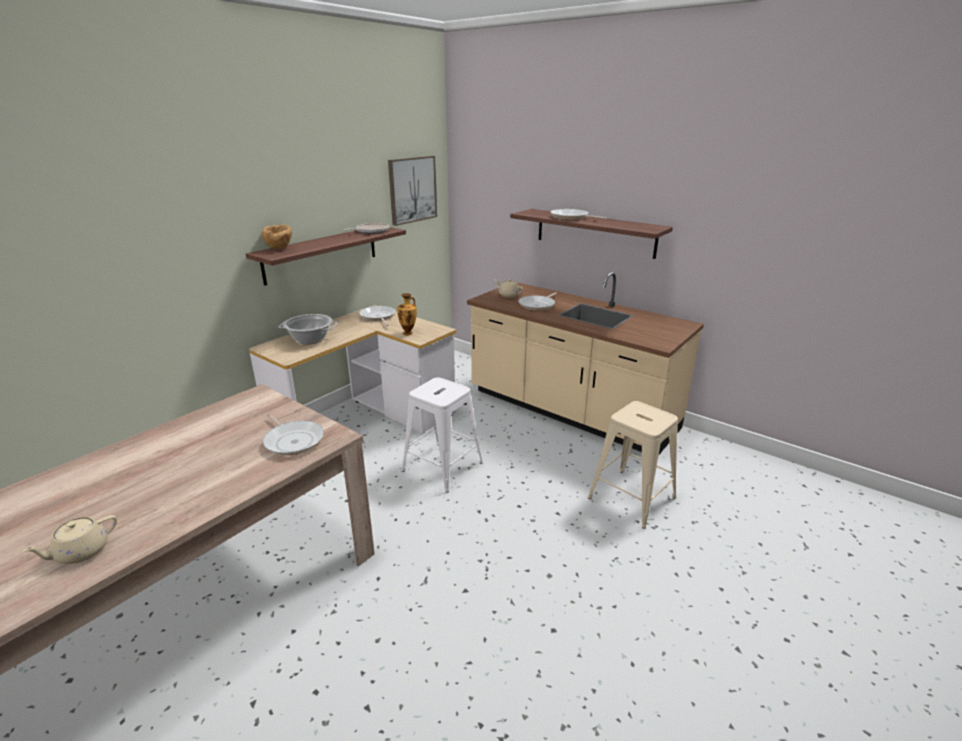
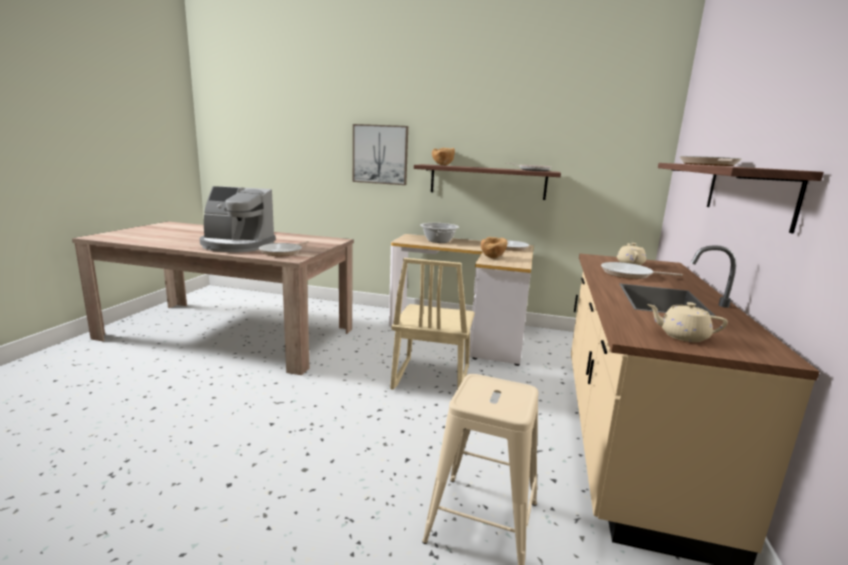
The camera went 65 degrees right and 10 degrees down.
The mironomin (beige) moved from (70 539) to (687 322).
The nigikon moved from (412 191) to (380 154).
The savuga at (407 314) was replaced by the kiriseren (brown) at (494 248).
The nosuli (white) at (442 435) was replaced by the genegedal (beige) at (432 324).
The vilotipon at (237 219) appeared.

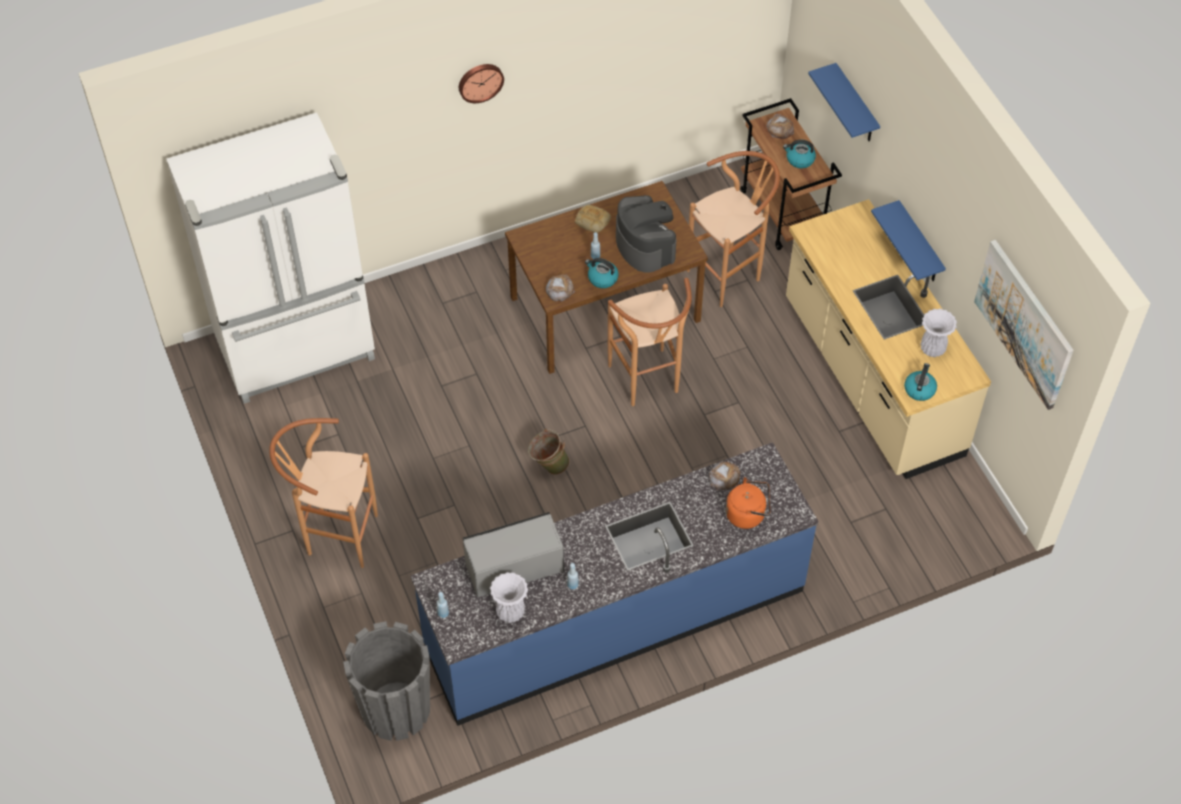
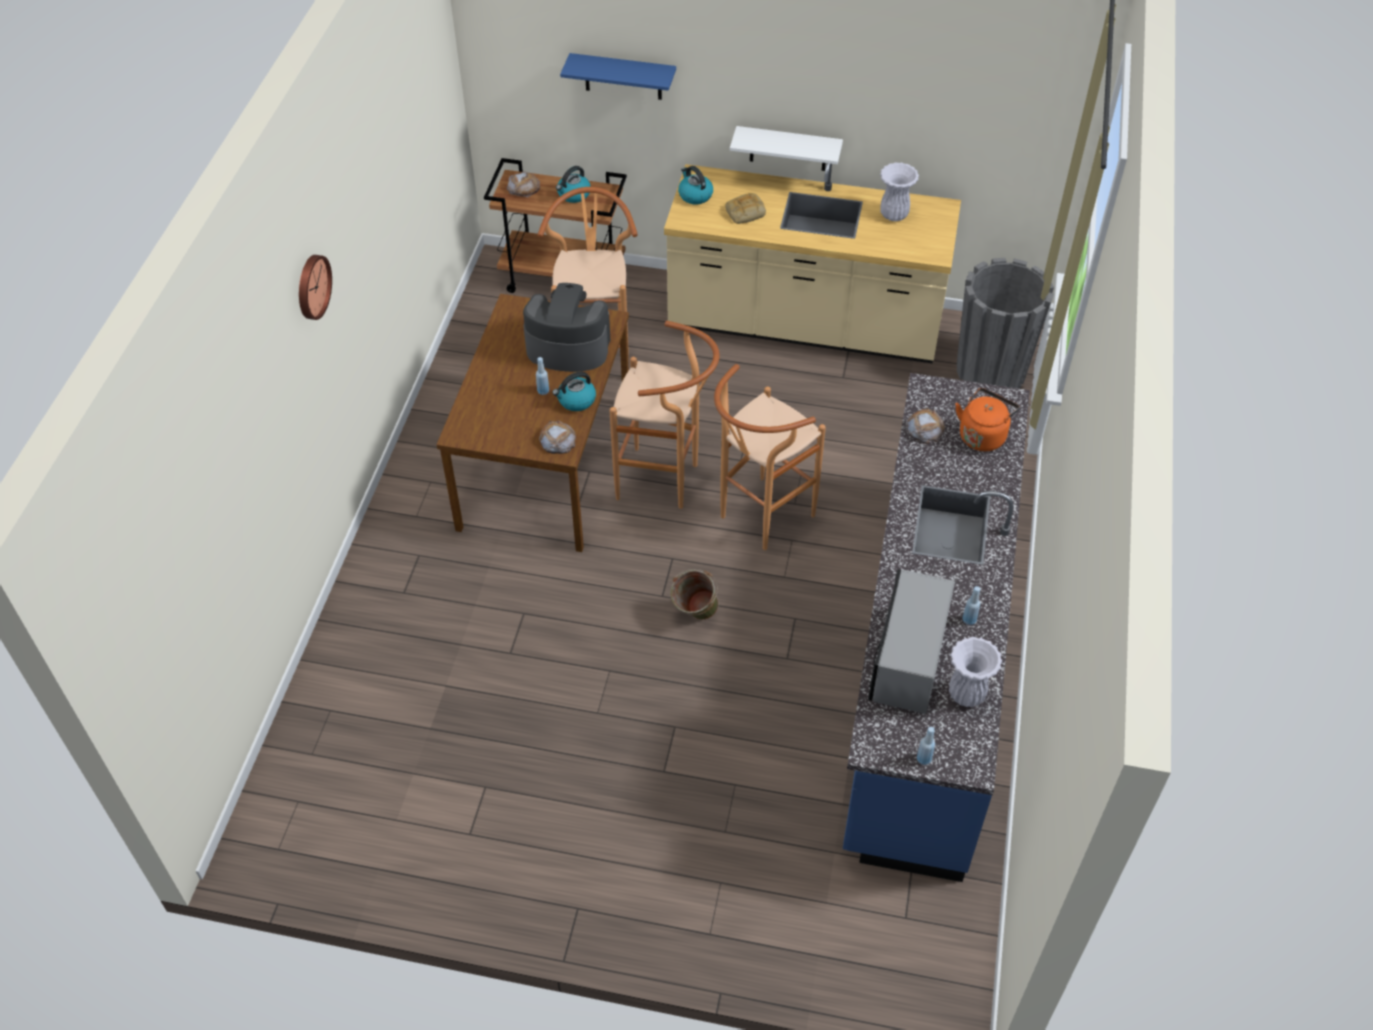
The camera went 55 degrees left and 5 degrees down.
The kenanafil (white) at (270 258) disappeared.
The nosuli (brown) moved from (323 493) to (770 457).
The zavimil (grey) moved from (386 681) to (1005 323).
The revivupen moved from (593 219) to (745 208).
The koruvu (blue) at (908 240) became the koruvu (white) at (786 148).
The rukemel moved from (920 382) to (695 185).
The nigikon at (1024 325) disappeared.

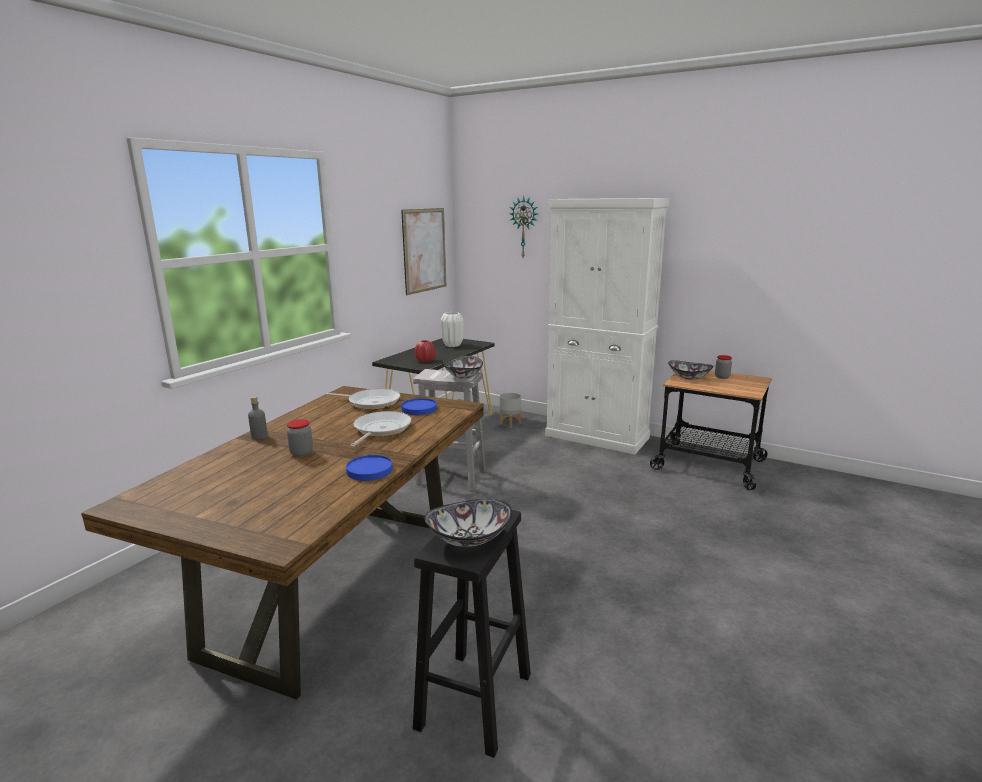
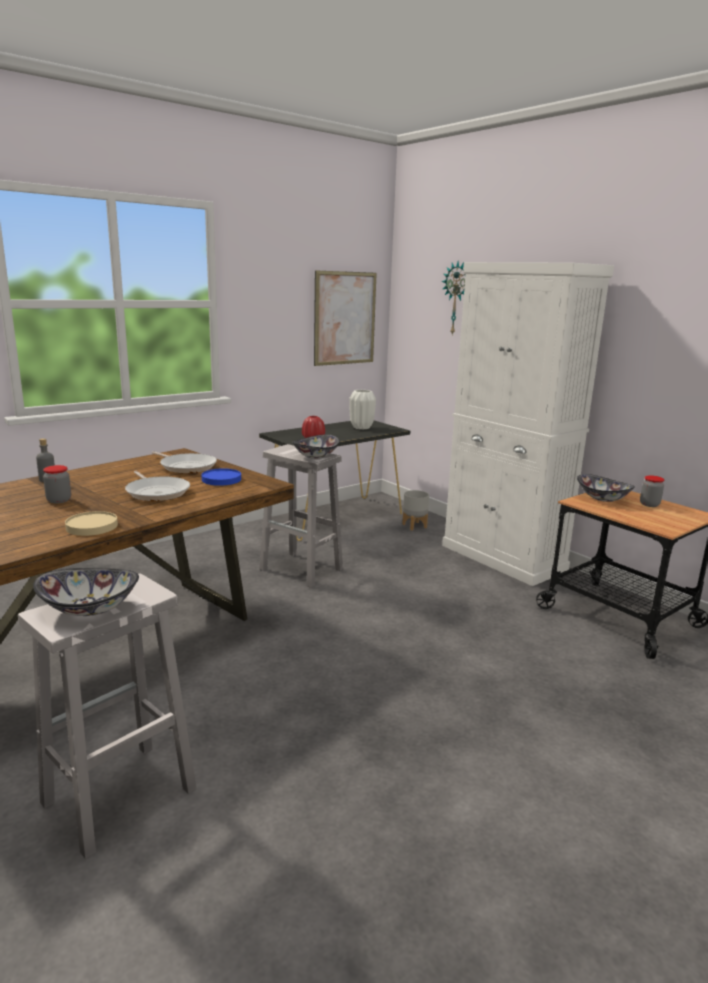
The camera went 20 degrees right and 0 degrees up.
The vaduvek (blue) at (369 468) became the vaduvek (beige) at (91 523).
The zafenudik at (380 429) turned 105 degrees clockwise.
The nosuli (black) at (472 634) became the nosuli (white) at (107 716).

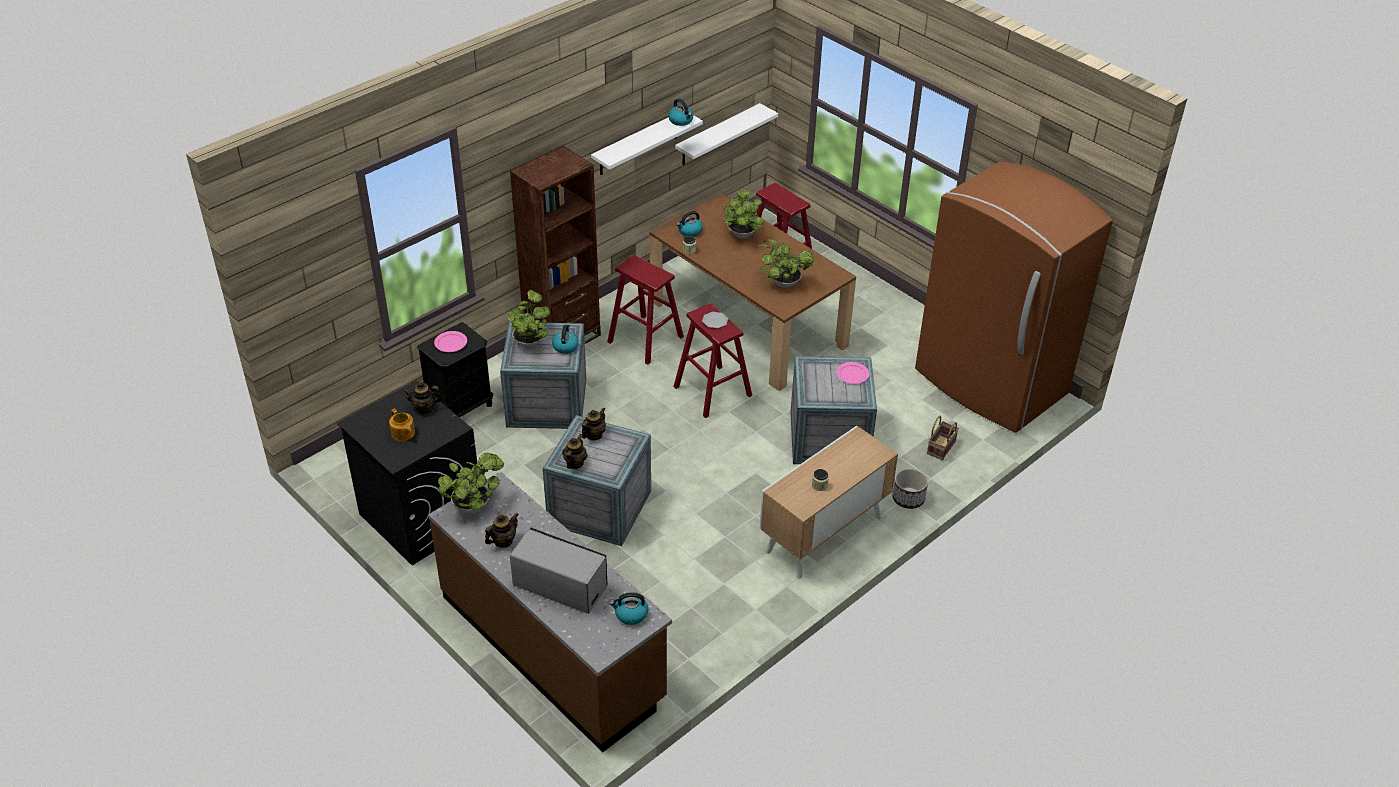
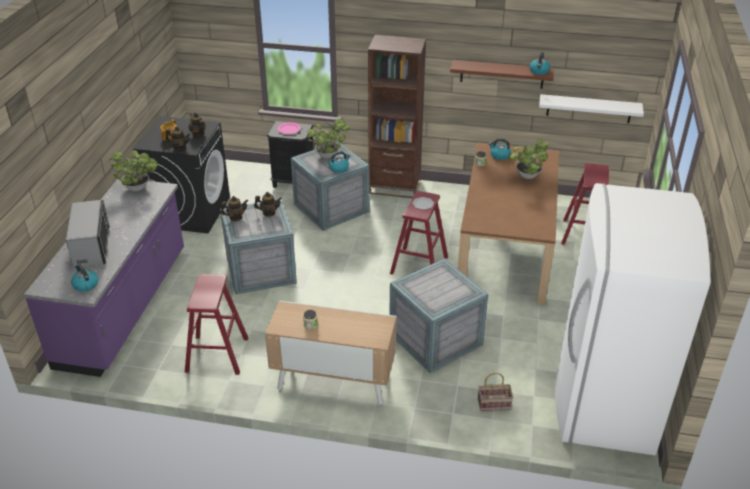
The camera went 55 degrees right and 5 degrees down.
The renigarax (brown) at (550 611) became the renigarax (purple) at (104 278).
The mironomin moved from (502 530) to (178 138).
The koruvu (white) at (647 145) became the koruvu (brown) at (502 74).
The nosuli (red) moved from (645 309) to (216 324).
The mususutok at (785 263) disappeared.
The vaduvek (pink) at (852 373) disappeared.
The zavimil at (910 488) disappeared.
The kenanafil (brown) at (1014 297) became the kenanafil (white) at (633 319).

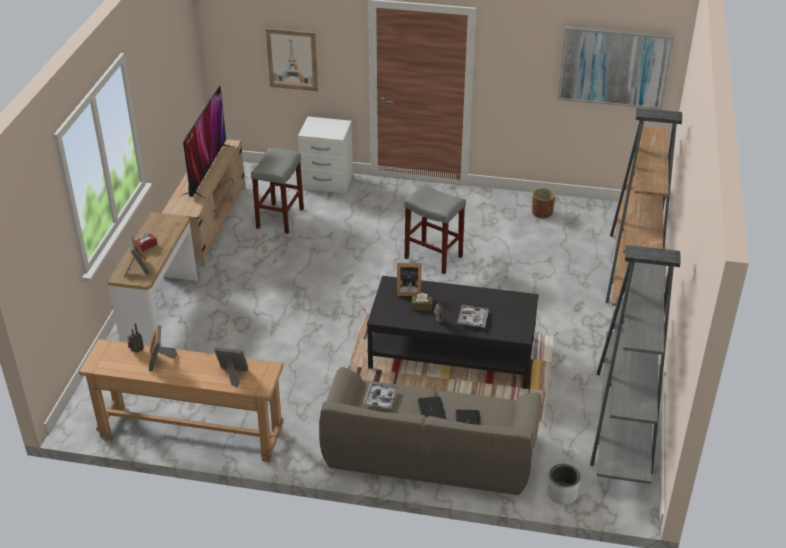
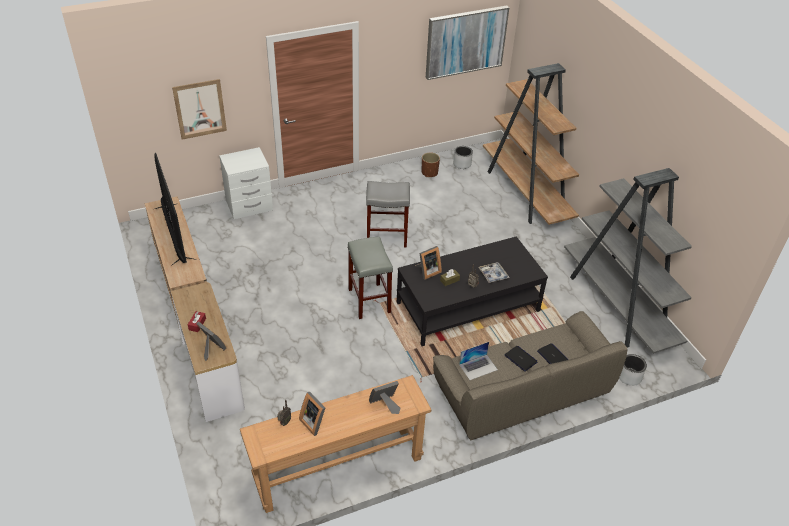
The camera went 35 degrees left and 5 degrees up.
The nosuli (grey) moved from (277 191) to (370 278).
The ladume at (381 395) was replaced by the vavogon at (478 361).
The zavimil (grey) at (463 157) appeared.

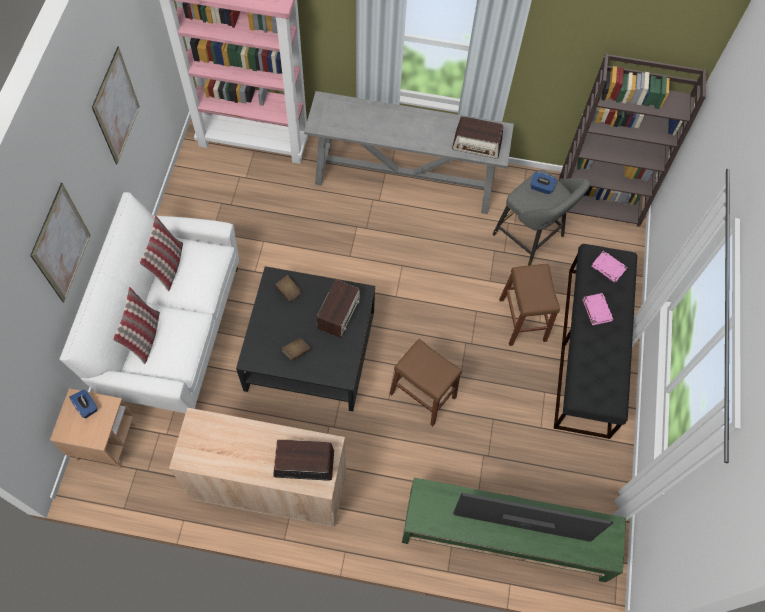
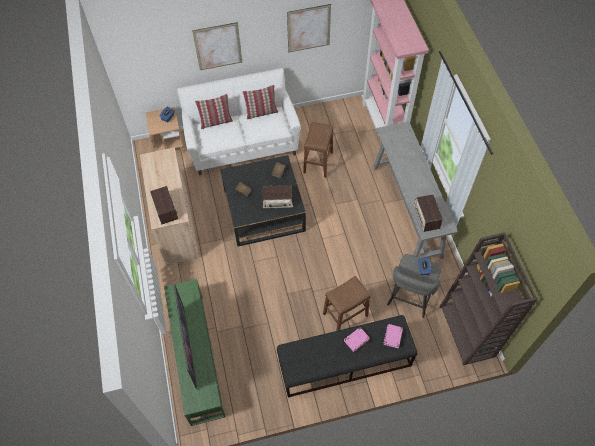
The camera went 70 degrees right and 5 degrees down.
The nosuli (brown) moved from (426 382) to (318 149).

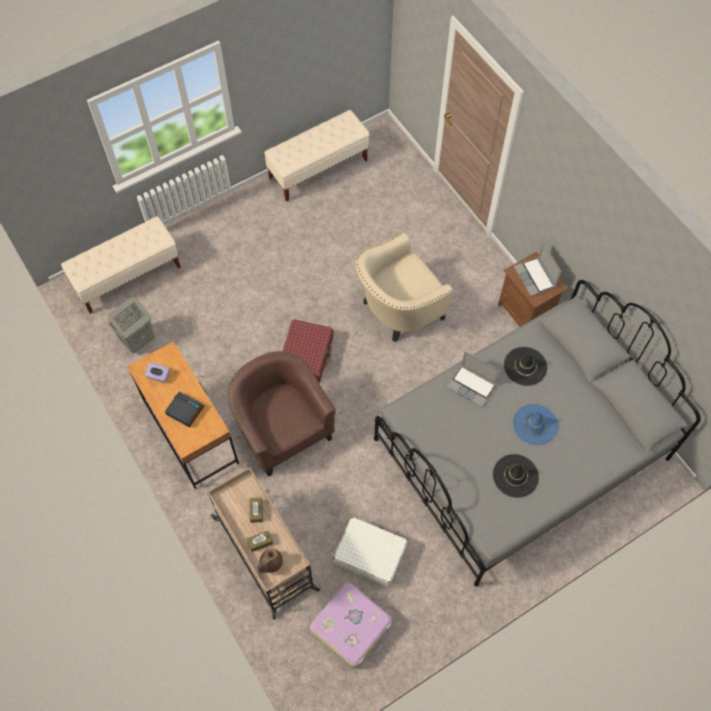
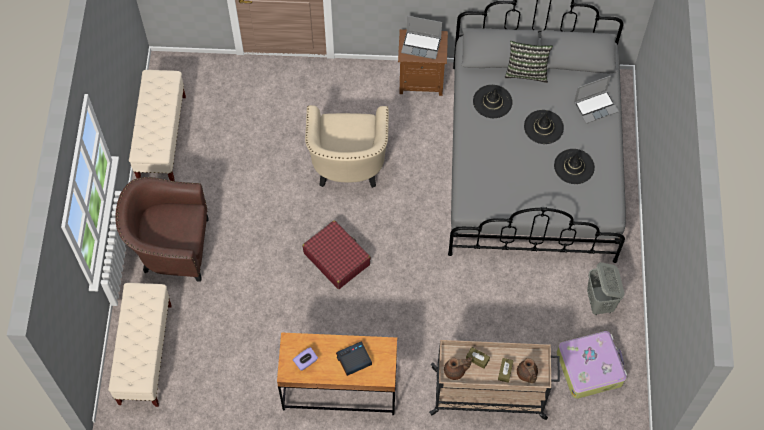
The camera went 55 degrees left and 0 degrees up.
The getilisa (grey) moved from (131 325) to (606 288).
The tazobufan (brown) moved from (281 414) to (162 229).
The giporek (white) at (370 552) disappeared.
The vavogon moved from (474 379) to (596 100).
The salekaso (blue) at (535 424) became the salekaso (black) at (544 127).
The mironomin (brown) at (458 368) appeared.
The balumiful at (529 62) appeared.

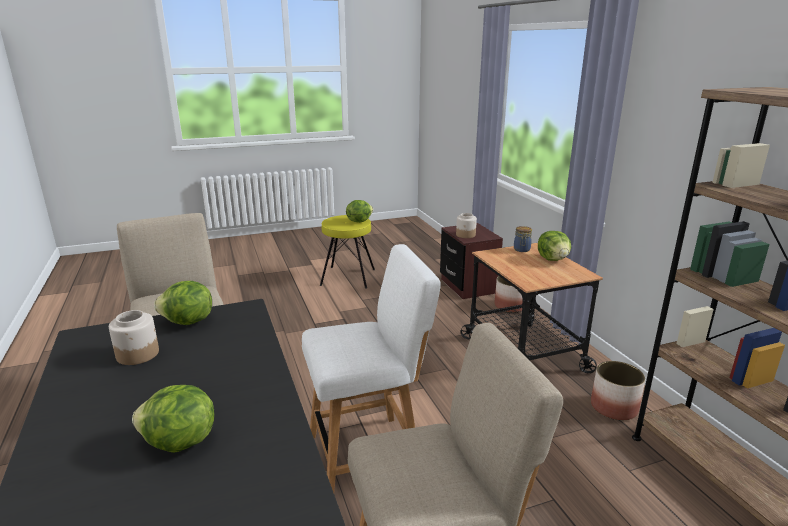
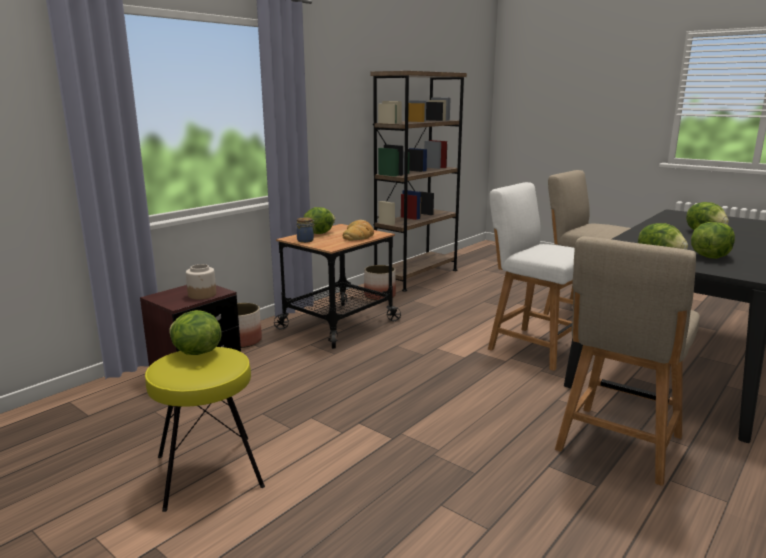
The camera went 120 degrees left and 5 degrees down.
The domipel at (134 337) was replaced by the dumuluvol at (713 240).
The revivupen at (358 230) appeared.

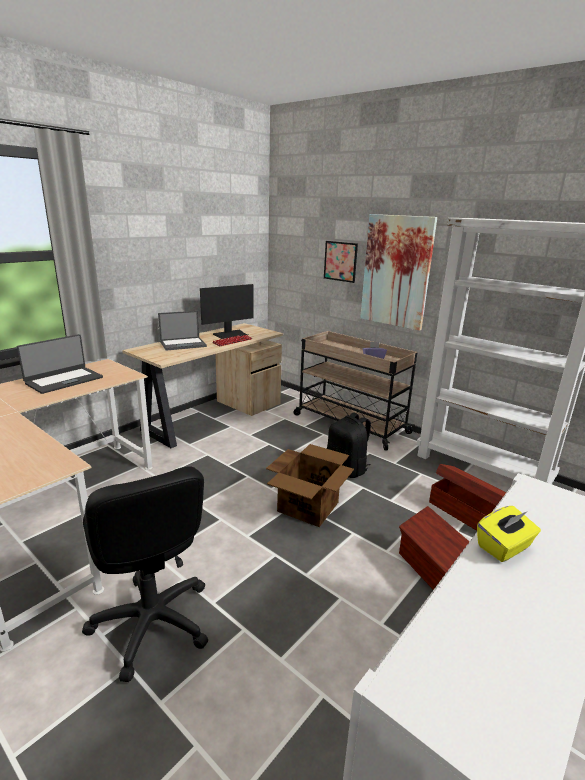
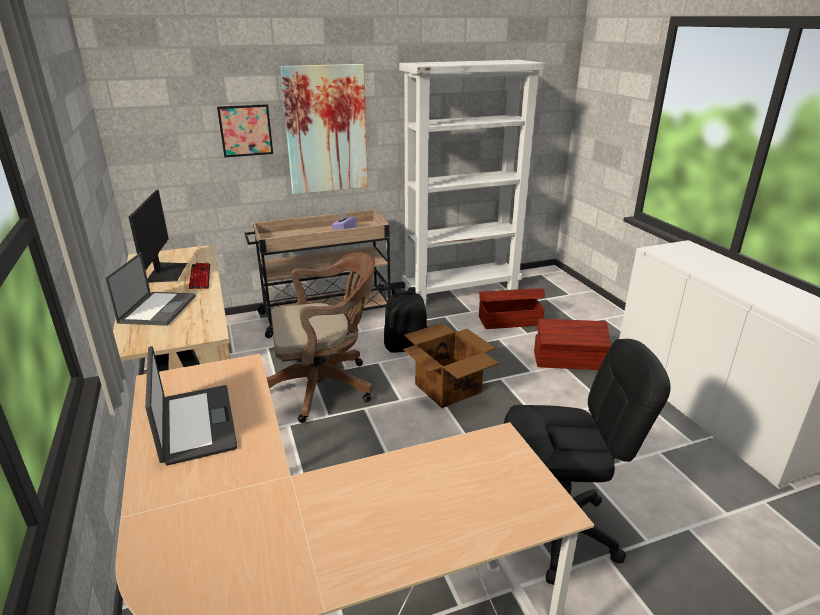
The camera went 60 degrees left and 5 degrees up.
The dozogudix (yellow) at (509 534) disappeared.
The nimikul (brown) at (320 337) appeared.

